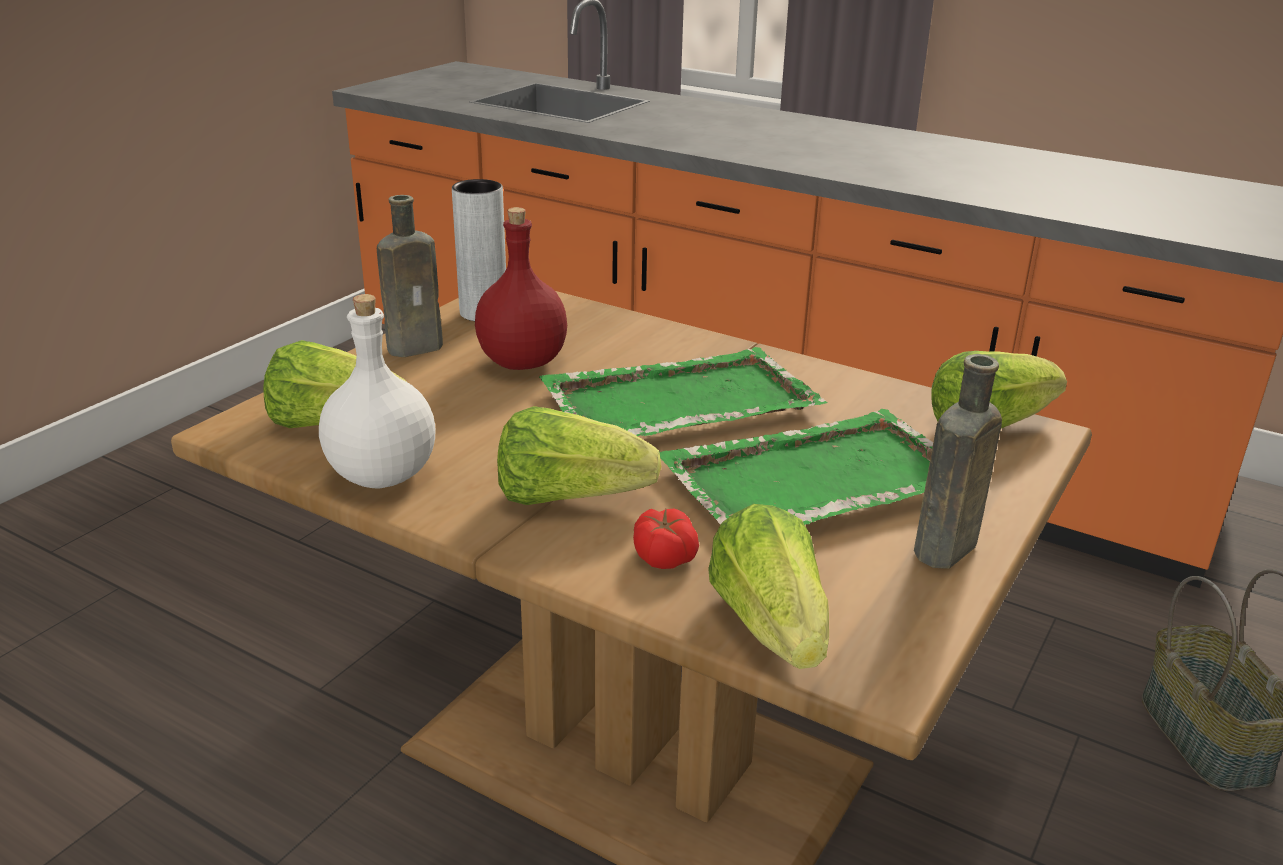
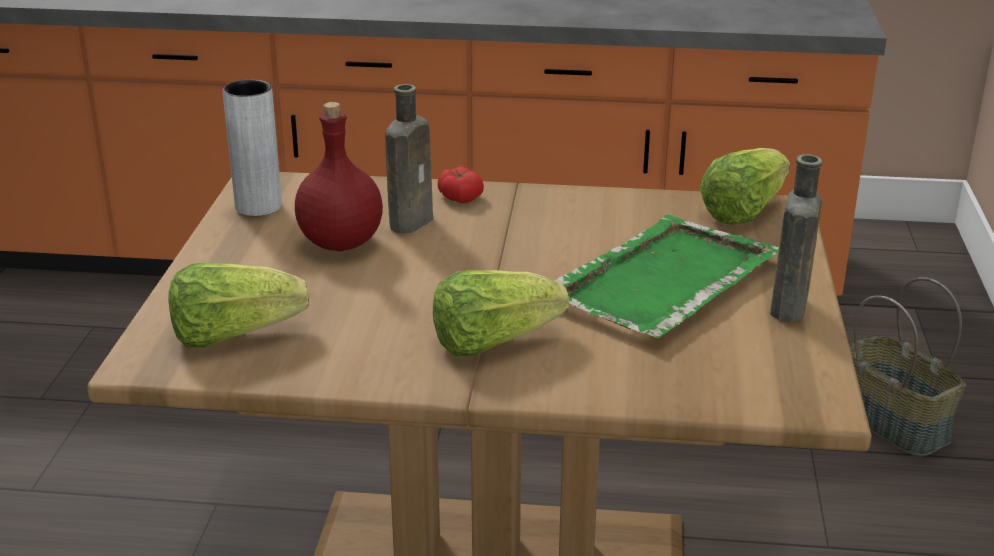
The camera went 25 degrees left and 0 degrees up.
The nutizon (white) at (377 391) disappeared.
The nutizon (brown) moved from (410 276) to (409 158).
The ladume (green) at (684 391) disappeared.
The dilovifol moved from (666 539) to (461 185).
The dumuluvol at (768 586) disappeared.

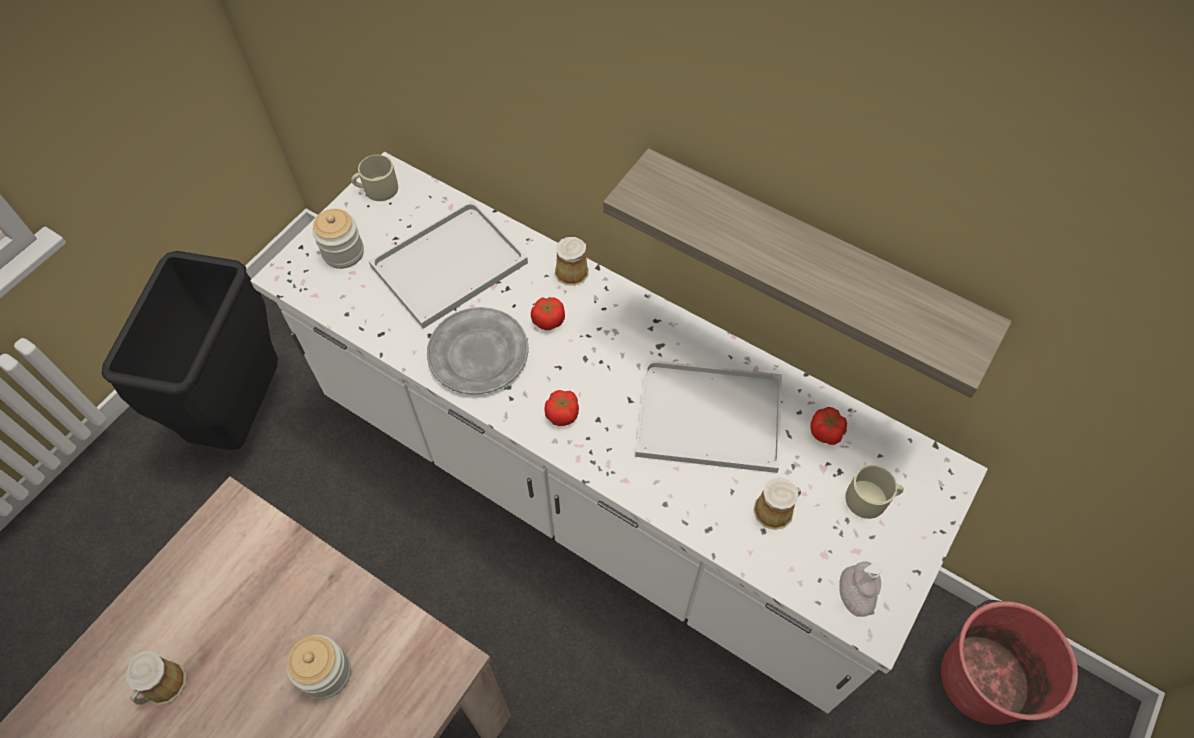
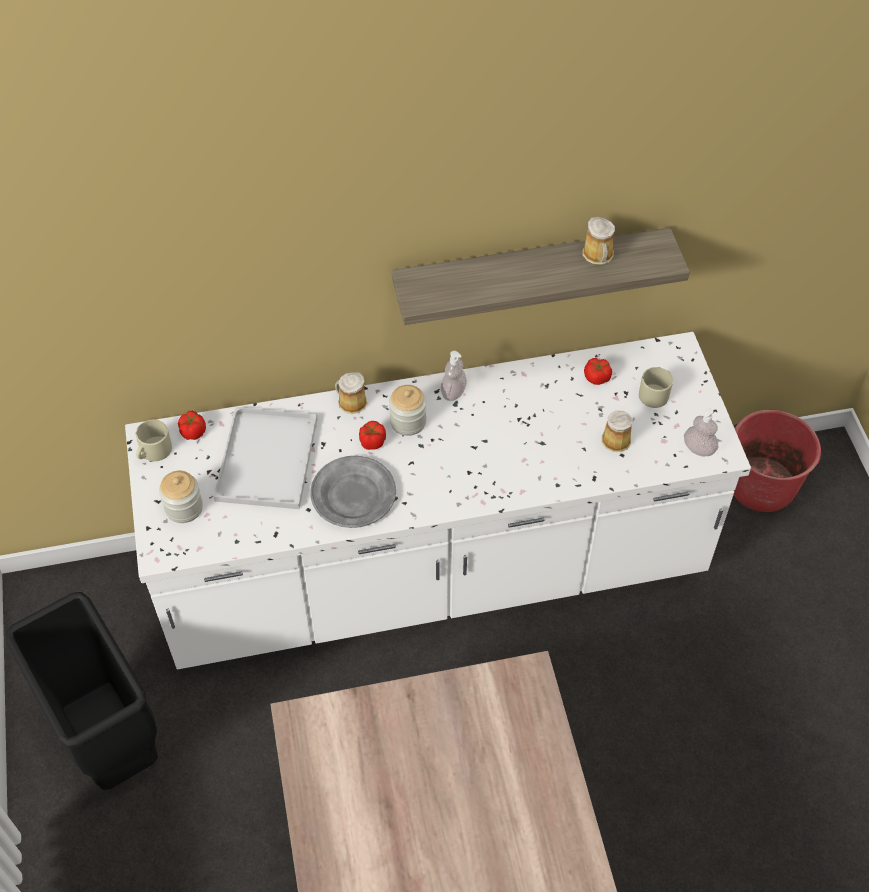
The camera went 45 degrees left and 5 degrees down.
The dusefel moved from (156 677) to (599 241).
The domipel moved from (318 667) to (408 410).
The dilovifol moved from (561 408) to (192 425).
The ladume (white) at (708 416) disappeared.
The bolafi at (454 376) appeared.

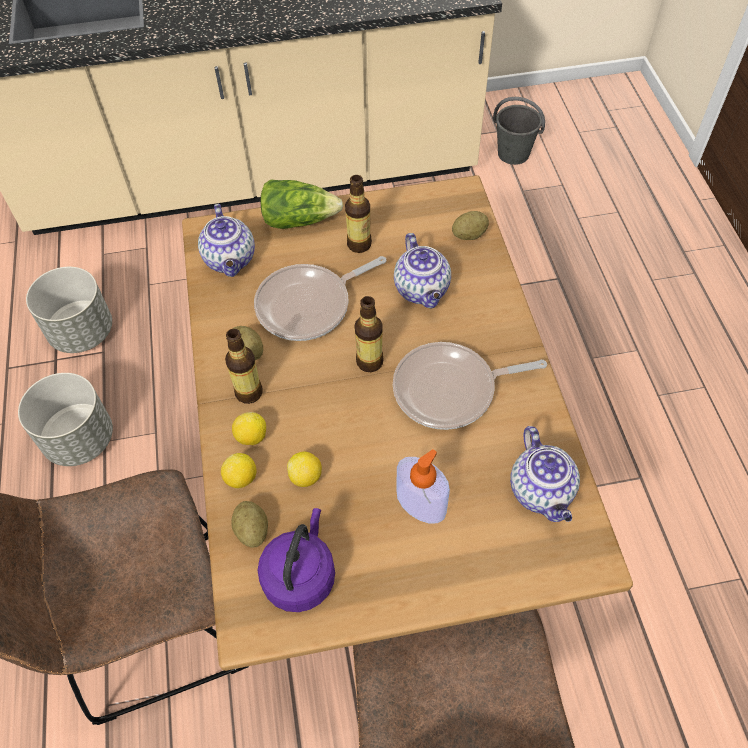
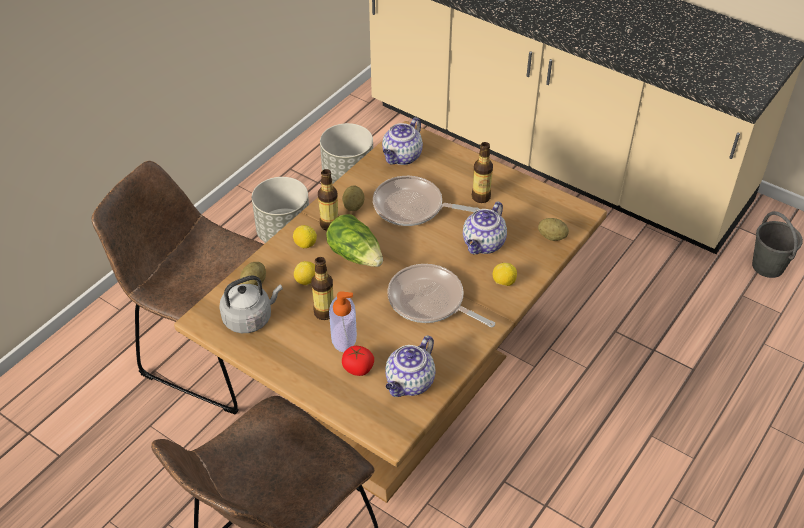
The camera went 45 degrees right and 10 degrees down.
The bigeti moved from (239 471) to (505 274).
The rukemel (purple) at (296 560) became the rukemel (grey) at (251 304).
The dumuluvol moved from (302 204) to (354 240).
The nutizon moved from (368 334) to (322 288).
The dilovifol at (358 361) appeared.

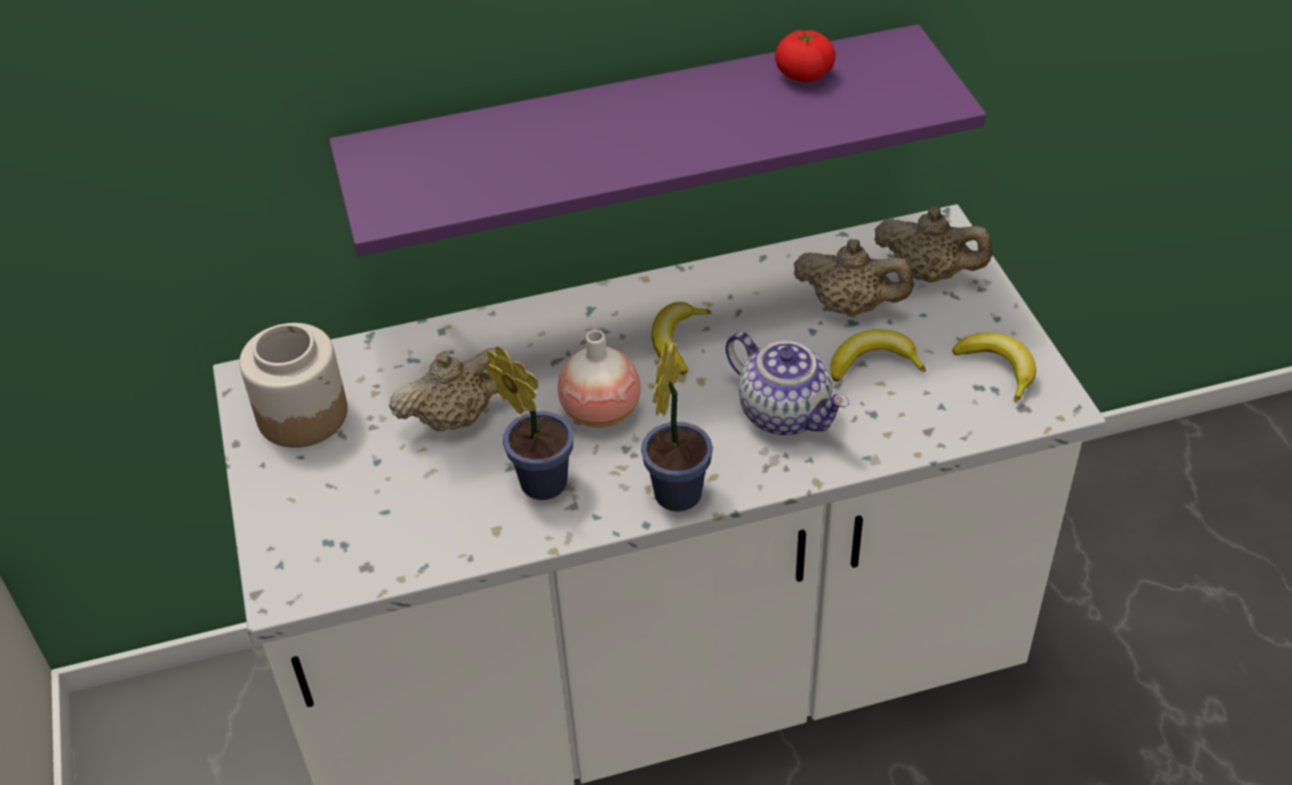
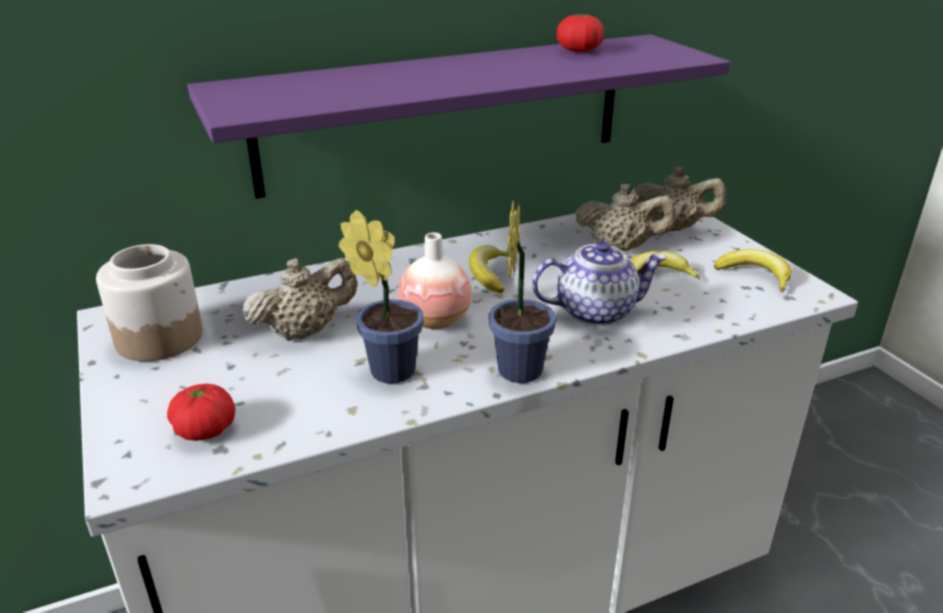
The camera went 10 degrees left and 15 degrees down.
The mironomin at (787 383) turned 45 degrees counterclockwise.
The dilovifol at (201 412) appeared.

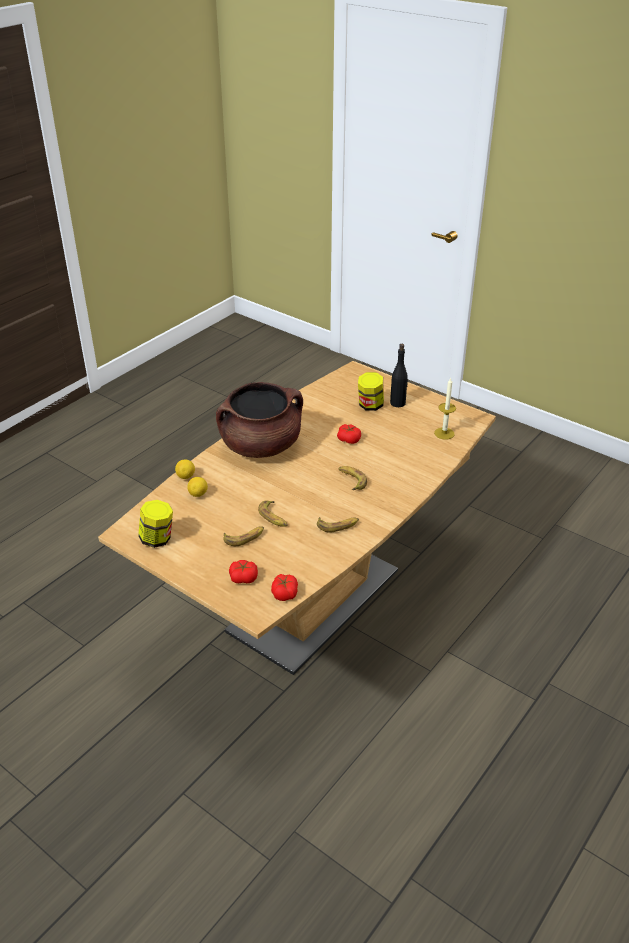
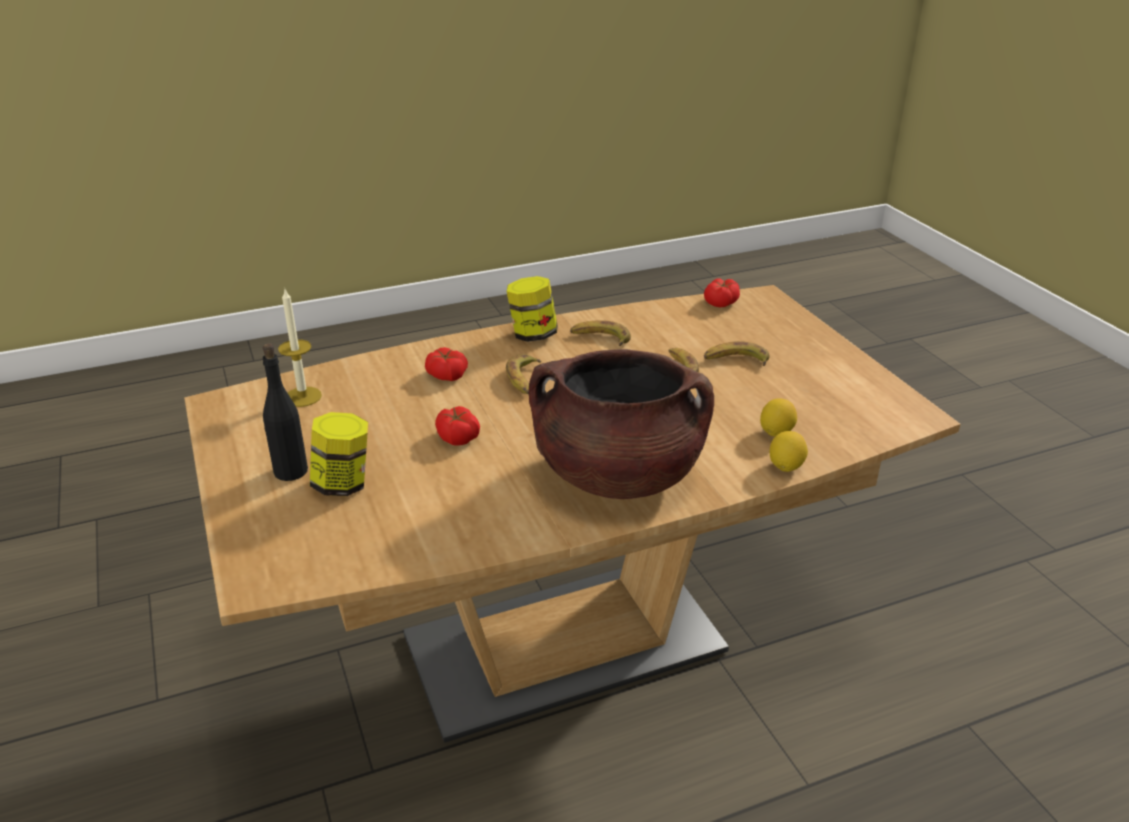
The camera went 150 degrees left and 5 degrees down.
The domipel moved from (155 524) to (532 309).
The dilovifol moved from (243 571) to (446 364).

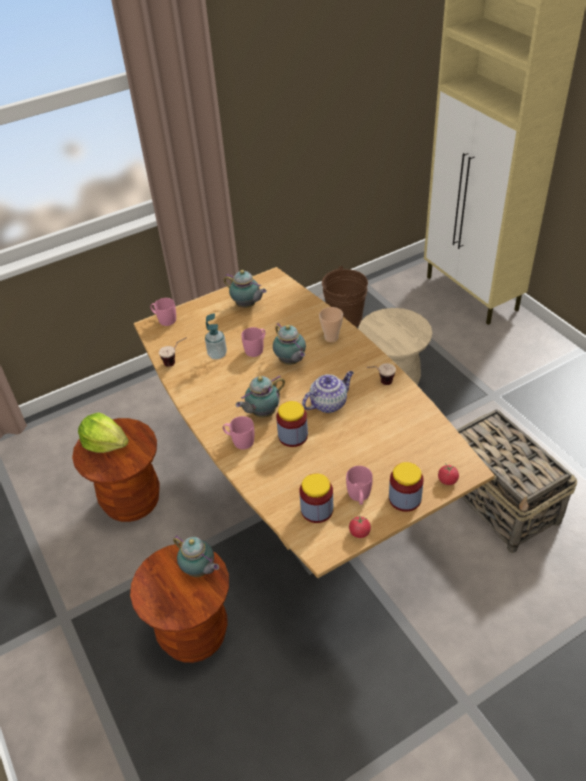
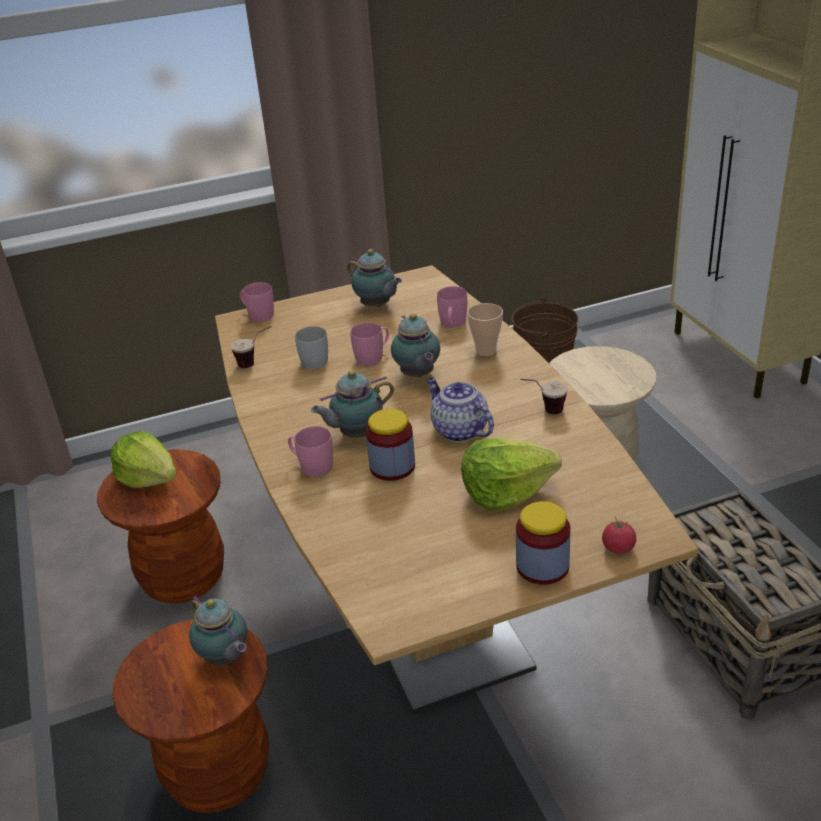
The camera went 10 degrees right and 10 degrees down.
The bolafi at (216 336) was replaced by the dusefel (white) at (311 347).
The domipel at (316 498) disappeared.
The mironomin at (328 392) turned 105 degrees counterclockwise.
The dusefel (pink) moved from (359 485) to (452 306).
The dilovifol at (360 526) disappeared.
The dumuluvol at (511 474) appeared.

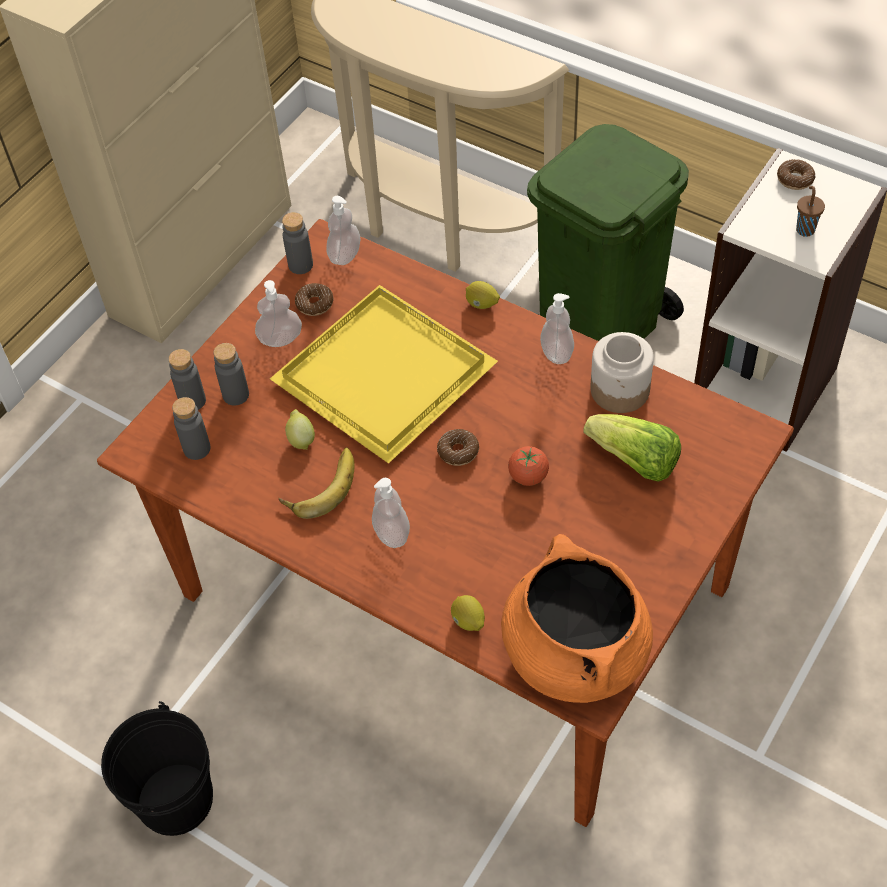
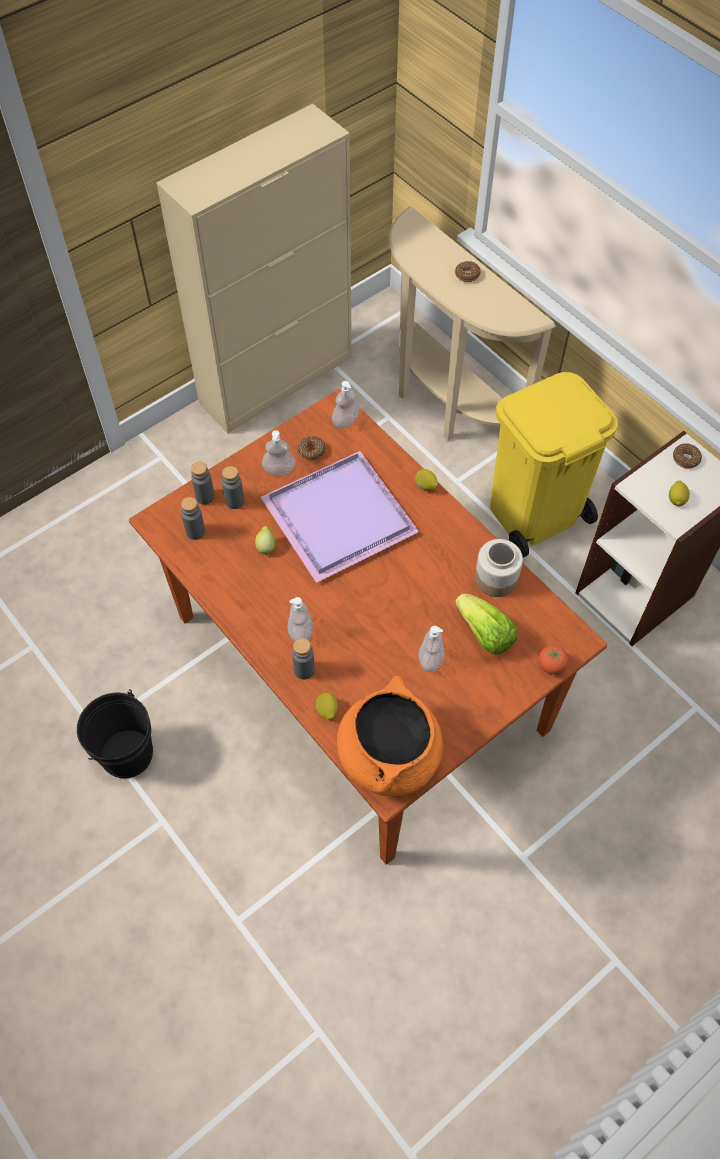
The camera went 15 degrees right and 5 degrees up.
The ladume (yellow) at (384 374) became the ladume (purple) at (340 517).
The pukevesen at (317 483) disappeared.
The nutizon (grey) moved from (297 243) to (303 659).
The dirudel moved from (458 447) to (468 271).
The dilovifol moved from (528 466) to (553 660).
The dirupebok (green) at (608 232) became the dirupebok (yellow) at (554 465).
The bolafi moved from (557 328) to (432 649).
The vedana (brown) at (810 211) was replaced by the bigeti at (679 493).

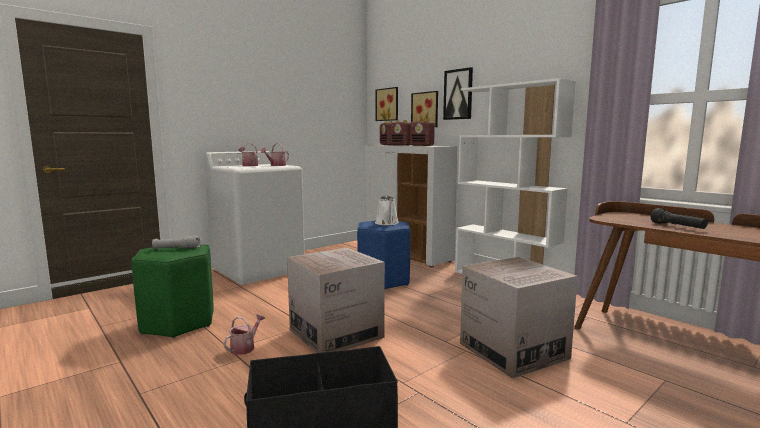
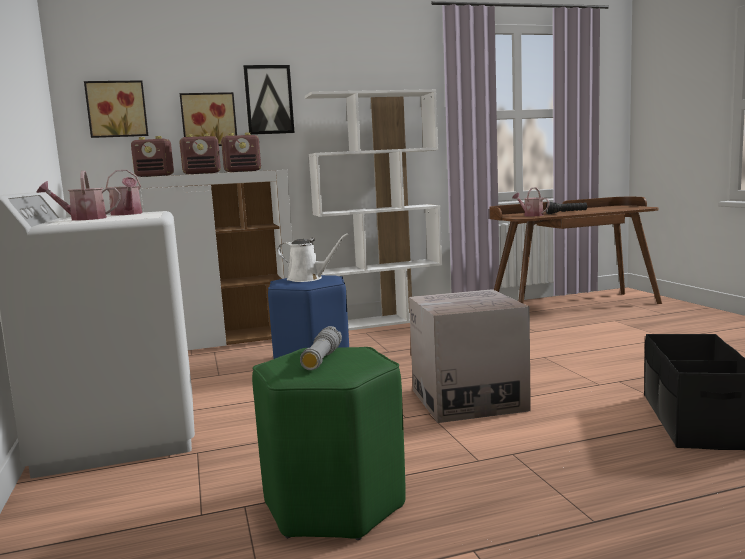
The camera went 65 degrees left and 0 degrees up.
The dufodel moved from (244 334) to (531 202).
The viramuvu at (519 318) disappeared.

